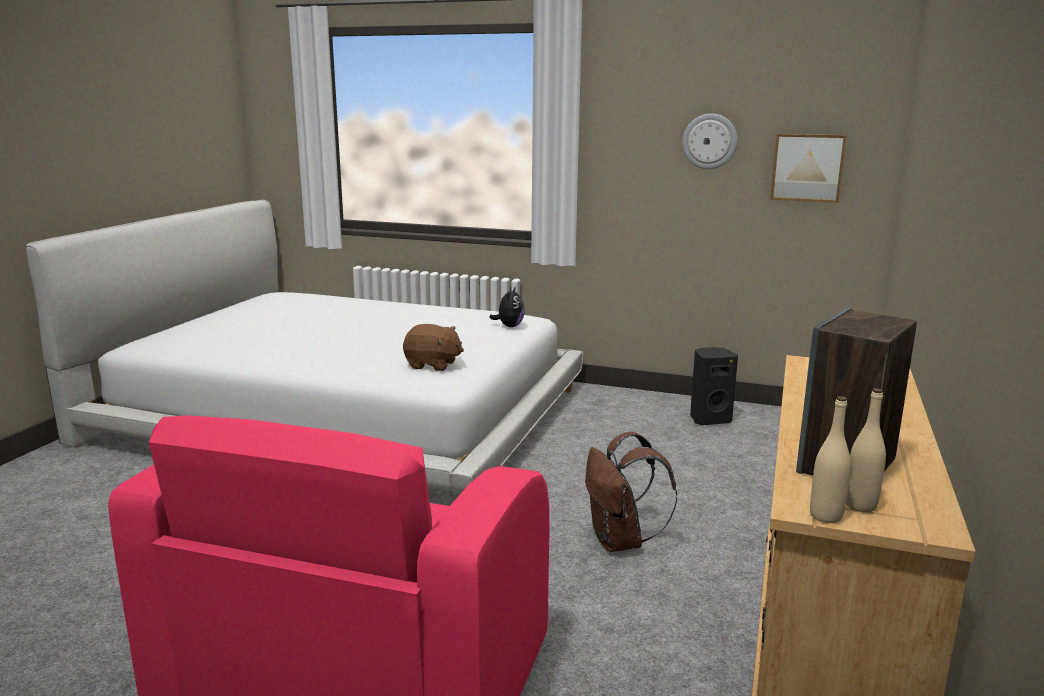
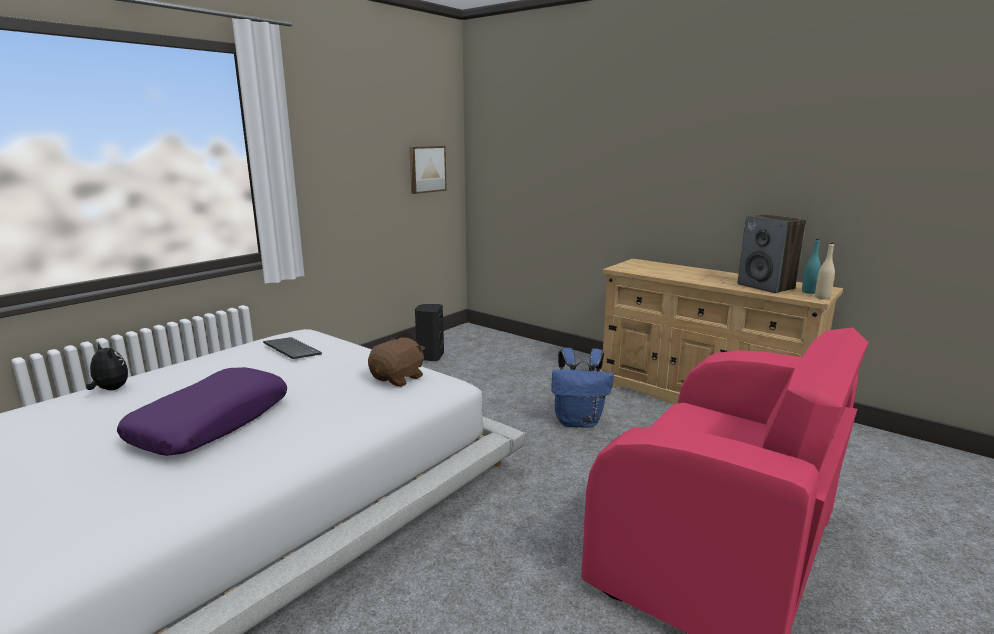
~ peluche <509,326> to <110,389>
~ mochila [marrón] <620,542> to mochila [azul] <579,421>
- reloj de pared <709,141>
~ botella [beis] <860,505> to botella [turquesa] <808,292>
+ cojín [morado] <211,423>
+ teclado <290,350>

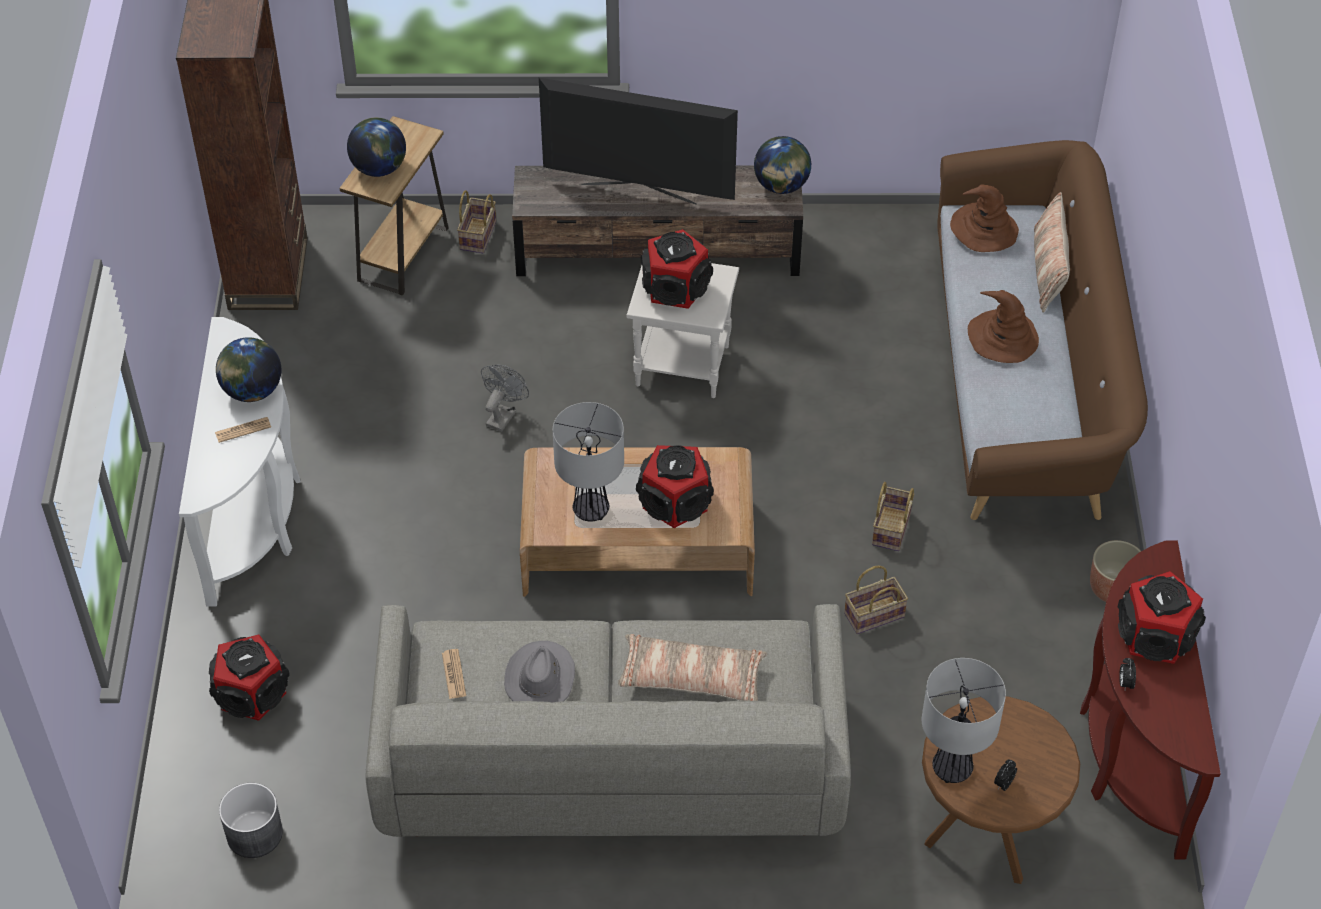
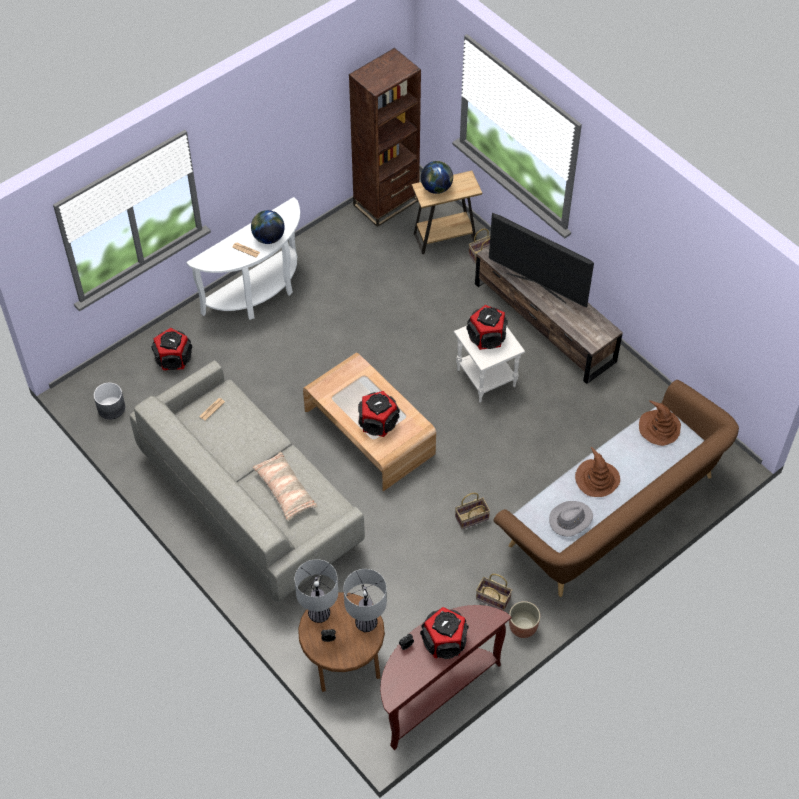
- ventilador [gris] <503,415>
~ sombrero [gris] <540,678> to <570,519>
~ televisor <638,195> = <537,287> 150 degrees clockwise
~ lámpara de mesa <590,510> to <366,623>
- globo terráqueo <781,186>
~ cesta <873,616> to <492,598>
- cojín <1048,269>

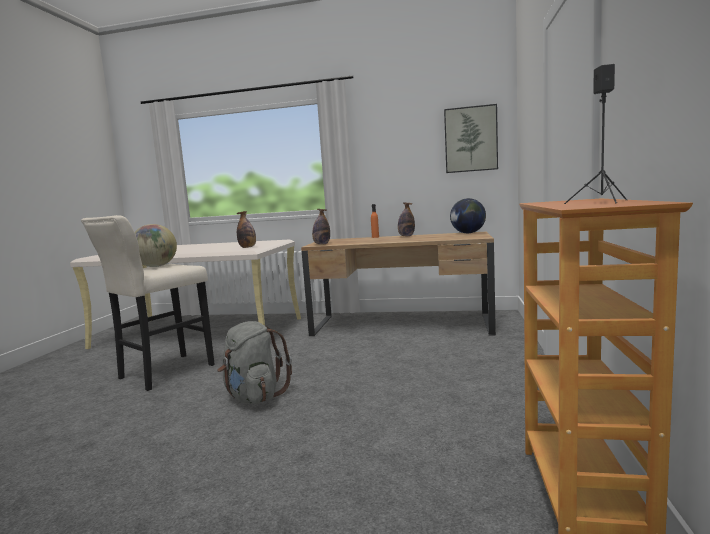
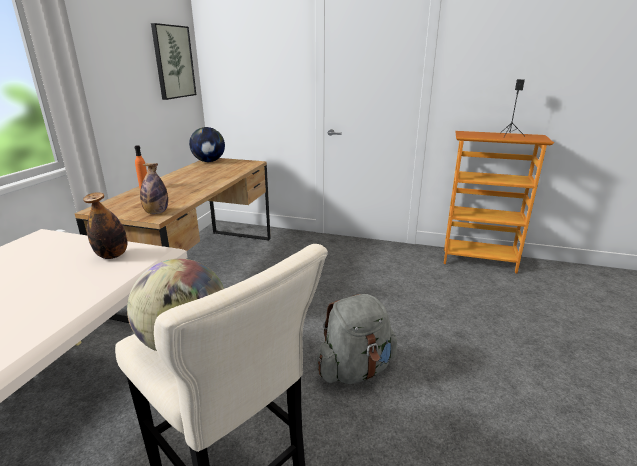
- botella <406,236>

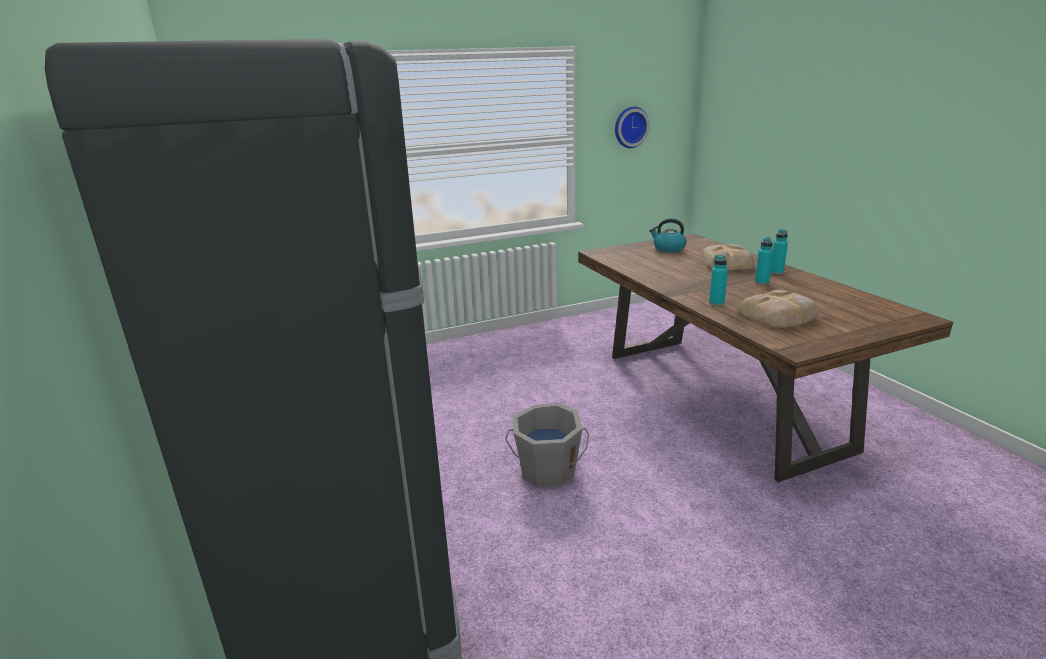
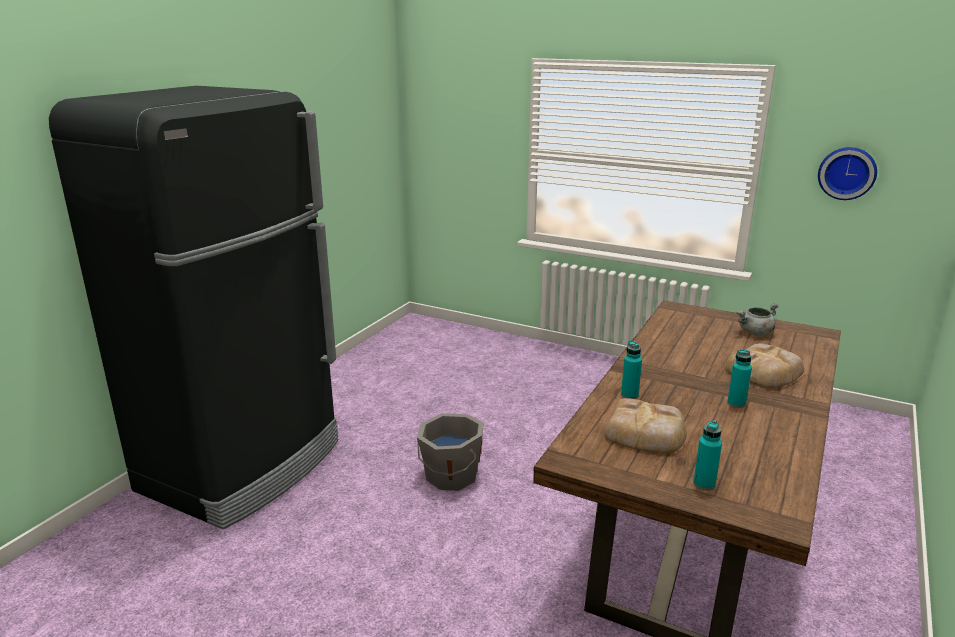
~ hervidor <668,248> to olla [gris] <755,333>
~ botella [turquesa] <776,272> to <704,484>

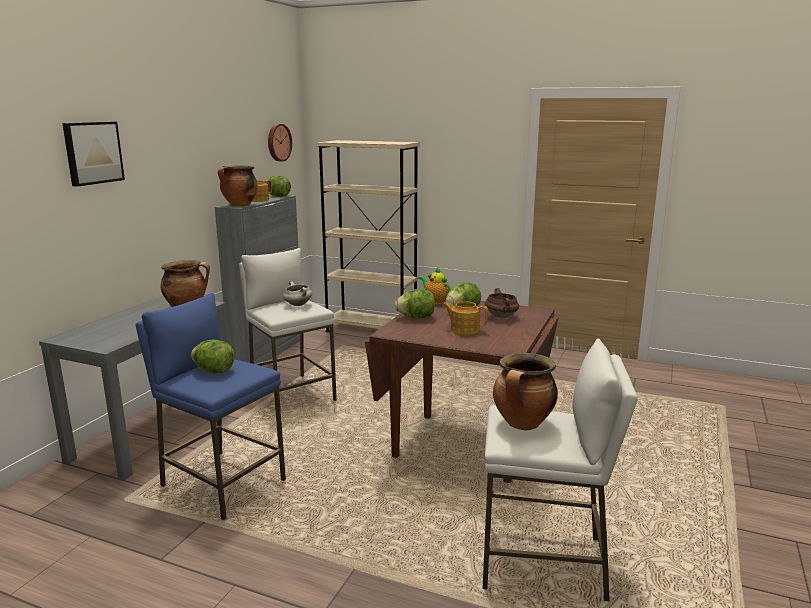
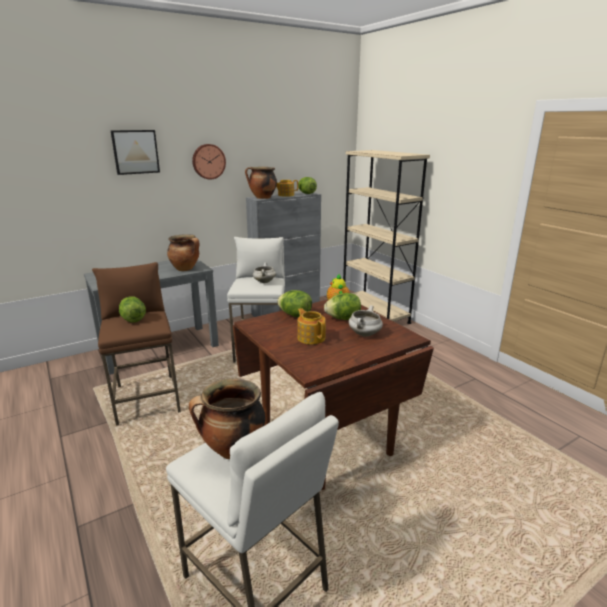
~ taburete [azul] <222,483> to taburete [marrón] <147,399>
~ reloj de pared <278,142> to <208,161>
~ olla [marrón] <502,317> to olla [blanco] <365,334>

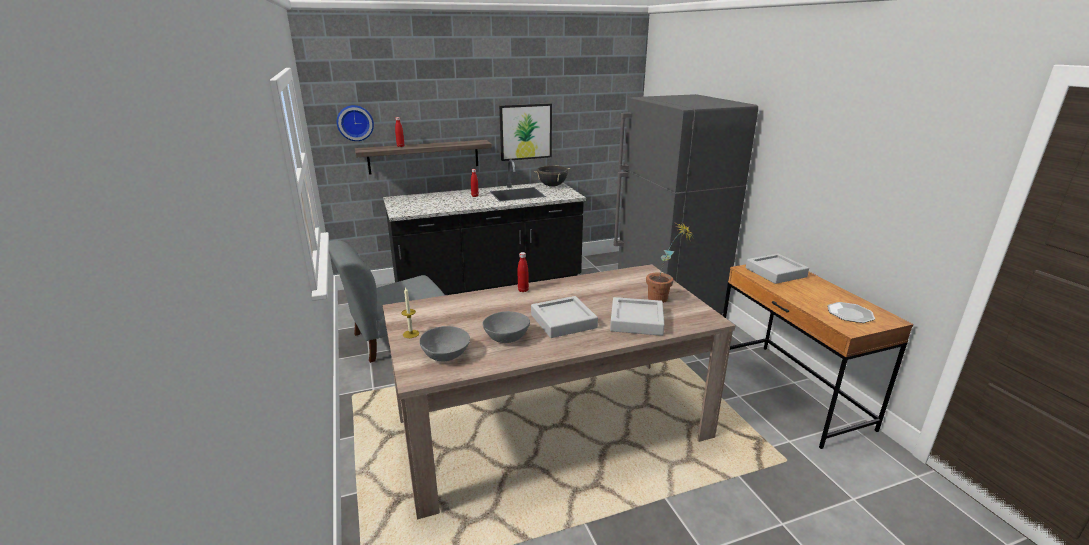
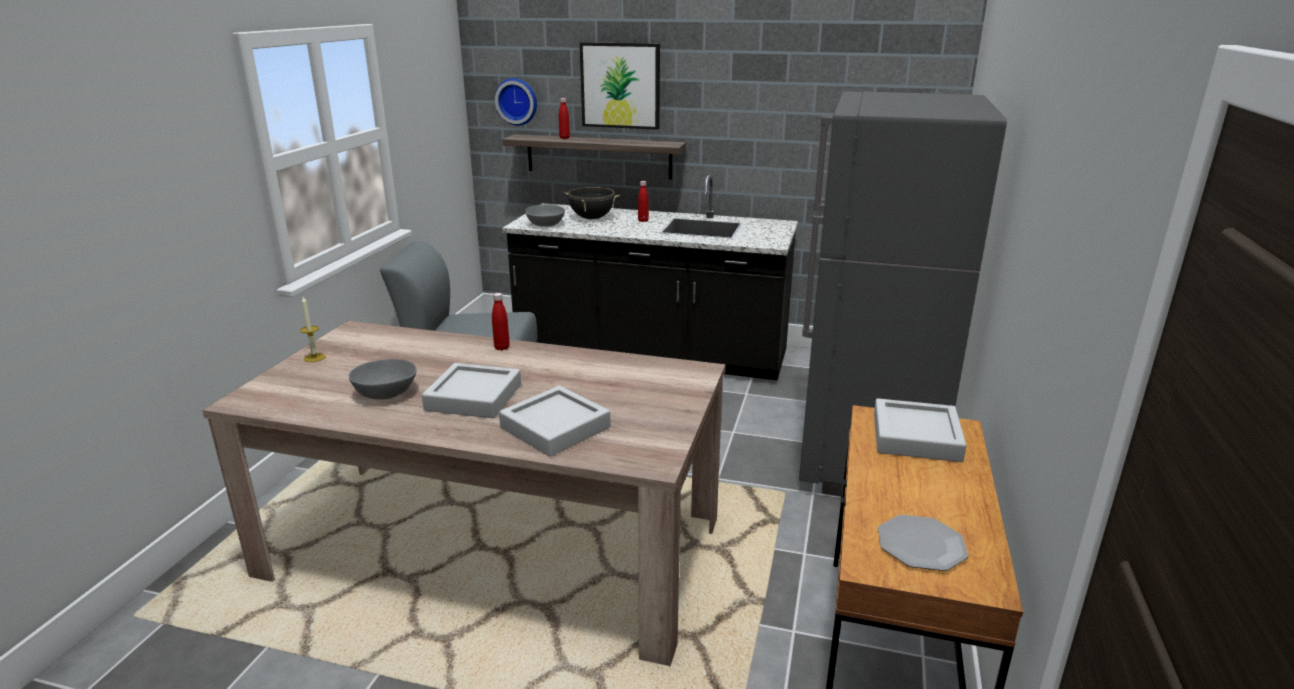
~ cuenco [gris] <446,355> to <546,224>
~ cuadro <525,132> to <620,85>
~ olla [negro] <552,186> to <592,218>
- planta en maceta <663,300>

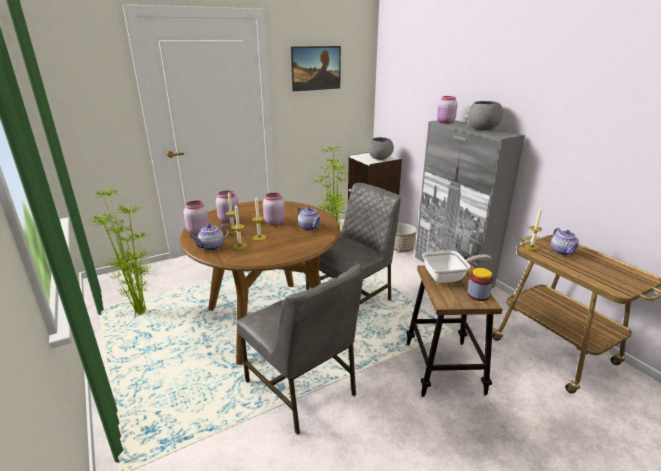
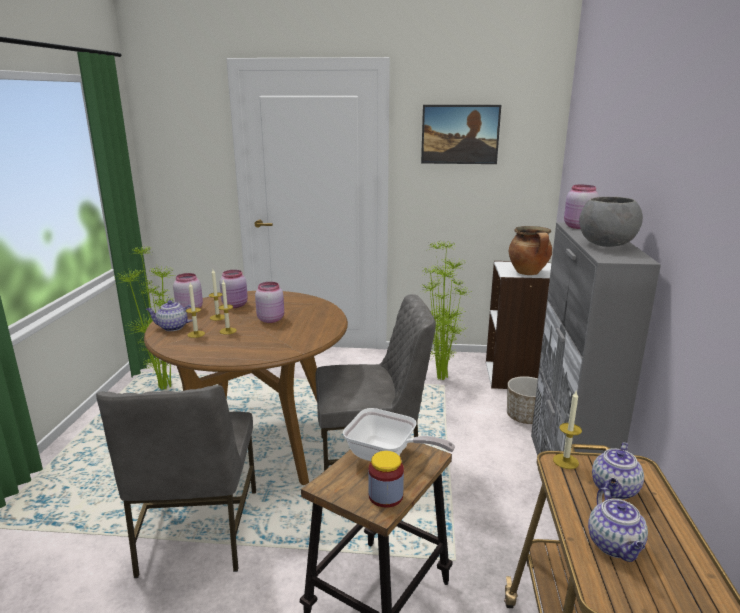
~ tetera <310,227> to <615,546>
~ cuenco [gris] <380,158> to olla <528,273>

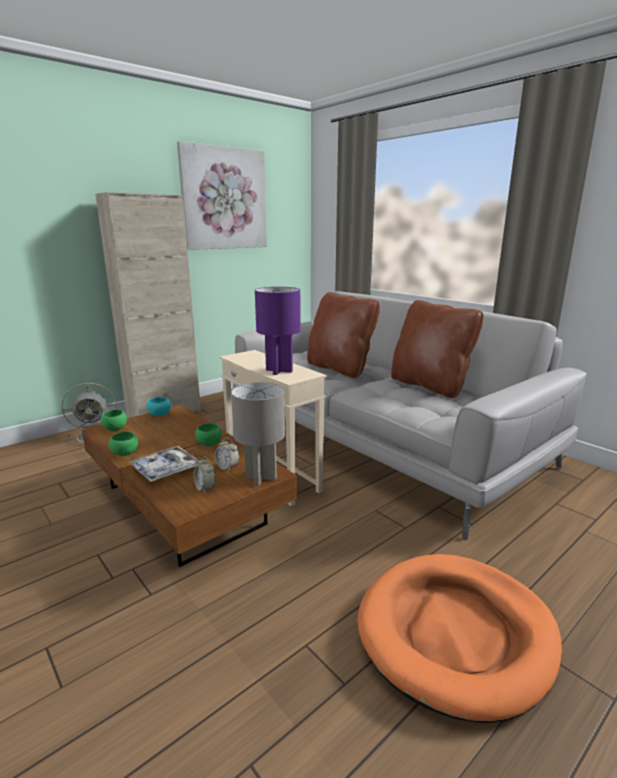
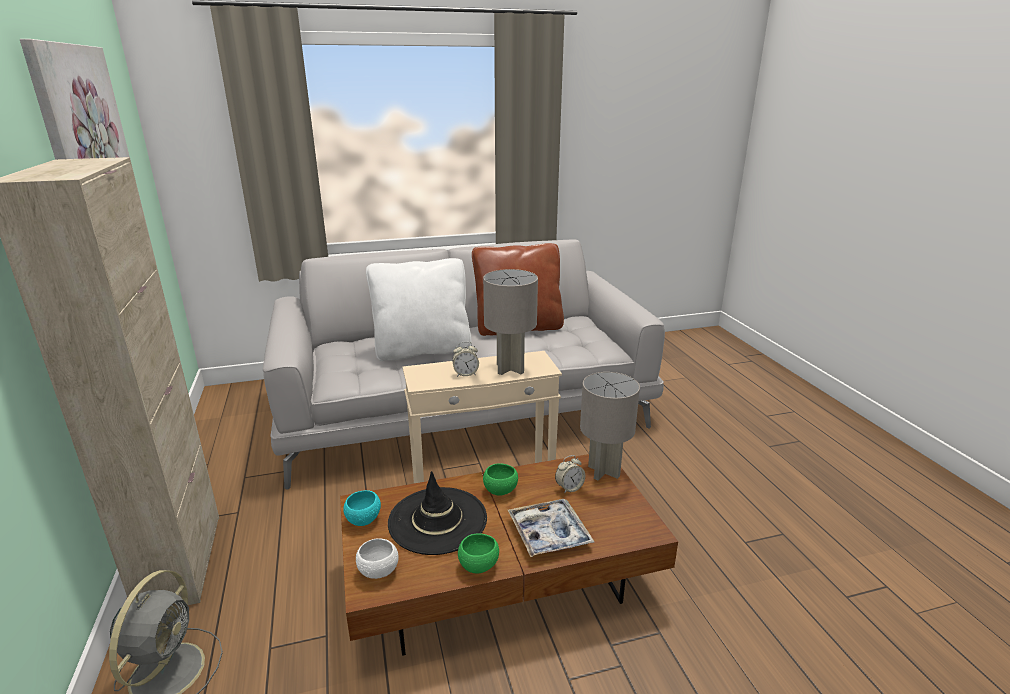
~ cuenco [verde] <115,429> to cuenco [blanco] <378,571>
~ despertador <205,488> to <465,374>
~ lámpara de mesa [morado] <279,371> to lámpara de mesa [gris] <510,368>
~ cojín [marrón] <340,368> to cojín [blanco] <422,350>
- cama para perro [naranja] <456,633>
+ sombrero [negro] <437,520>

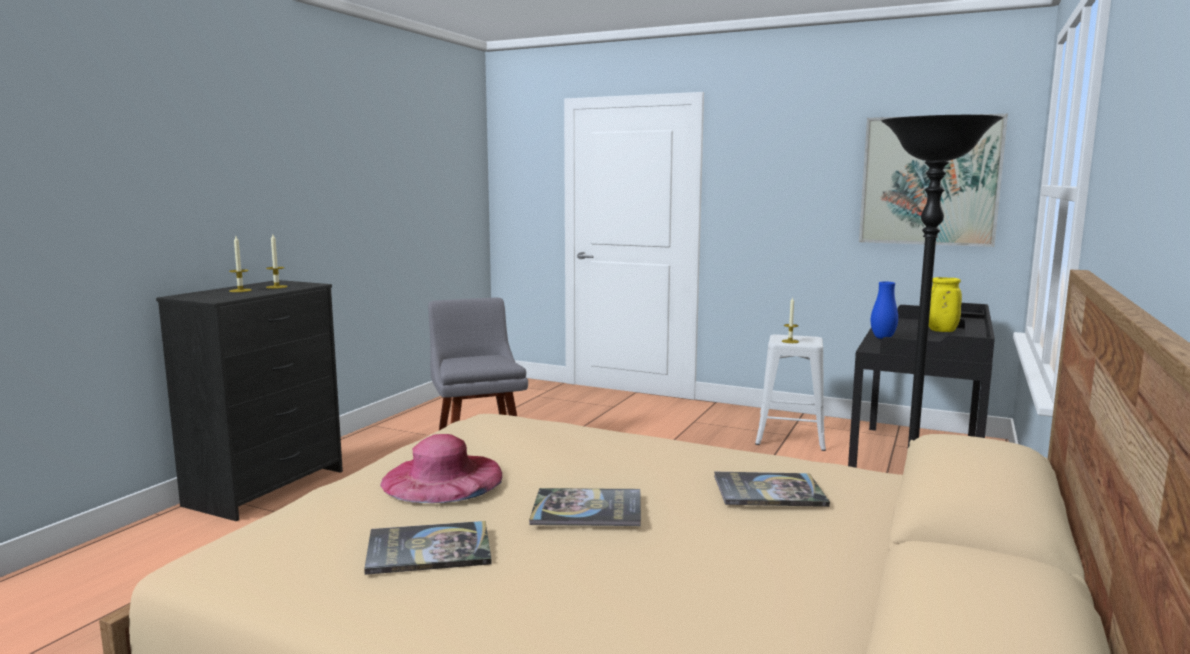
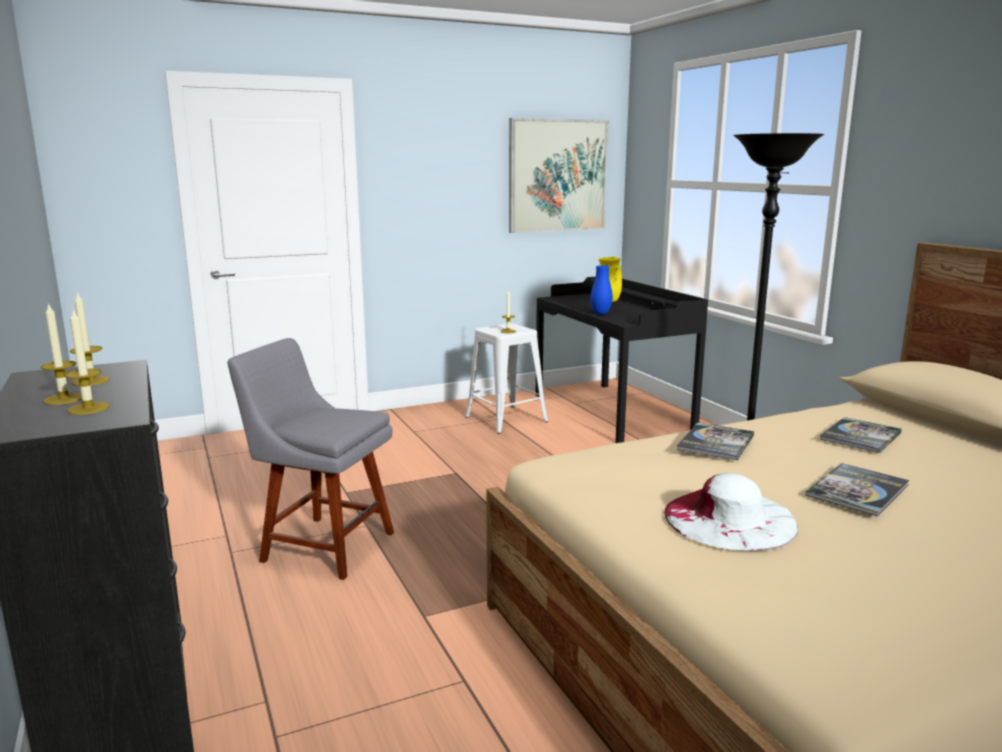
~ libro <429,549> to <716,442>
~ sombrero [rosa] <443,478> to sombrero [blanco] <729,519>
+ vela <88,408>

